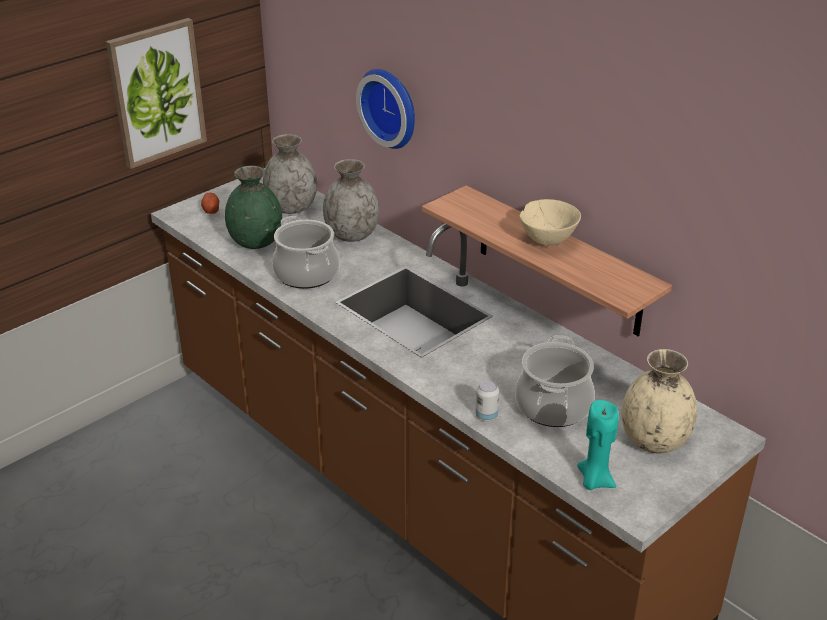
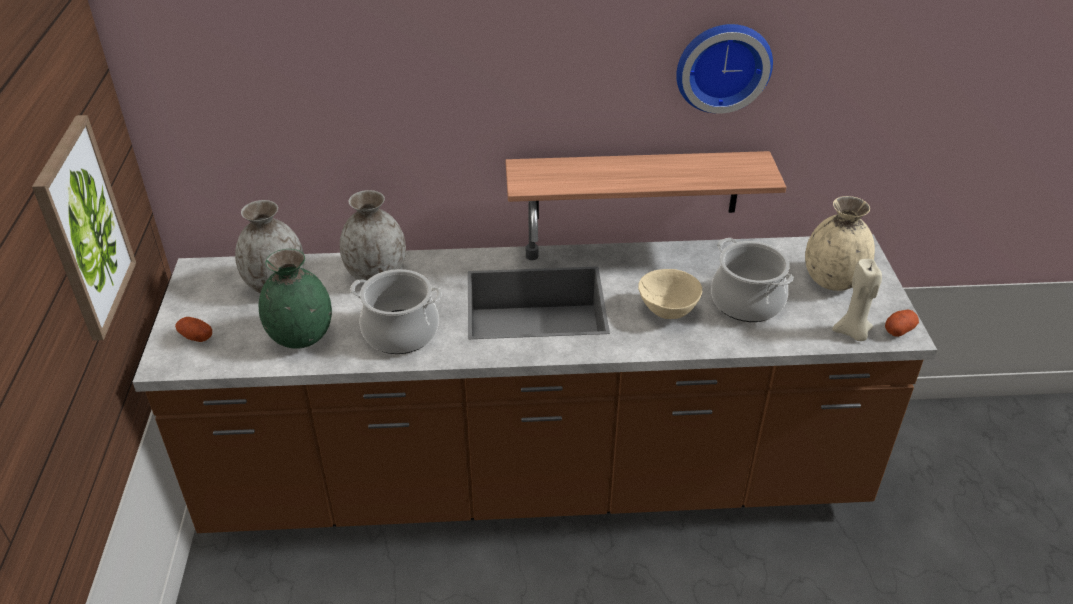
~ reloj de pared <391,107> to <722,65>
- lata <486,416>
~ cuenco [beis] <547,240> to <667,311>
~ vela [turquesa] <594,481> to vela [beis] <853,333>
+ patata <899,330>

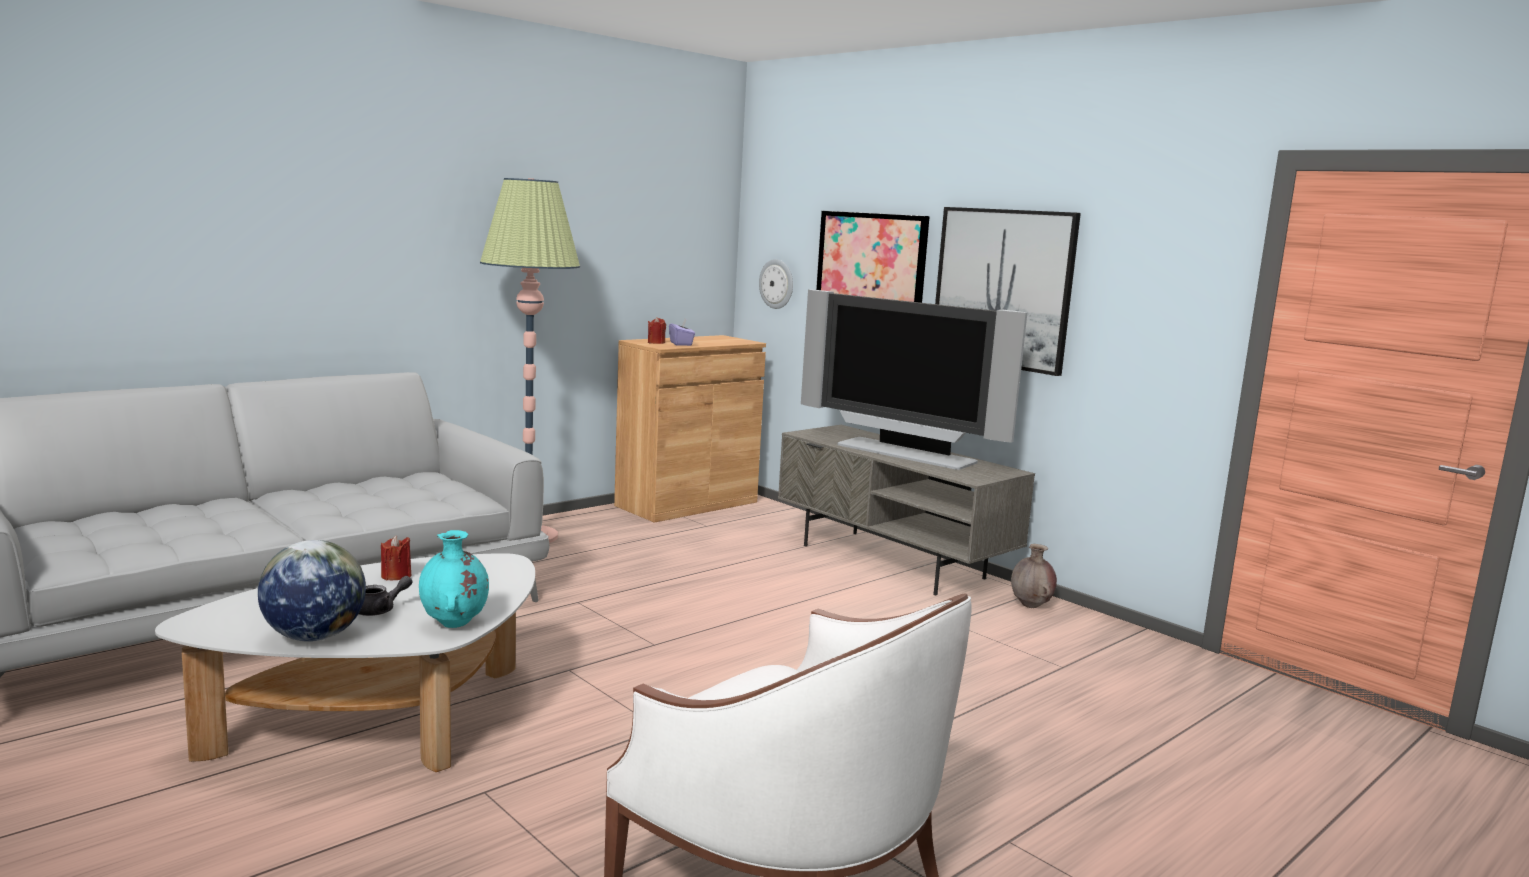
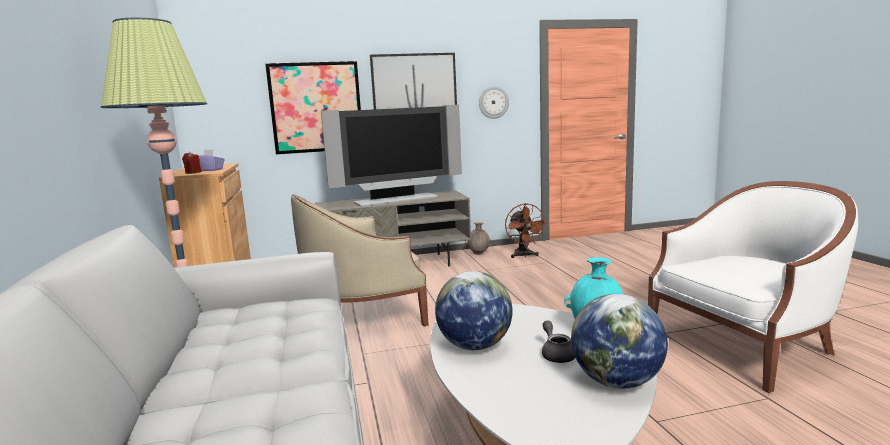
~ vela [rojo] <396,576> to globo terráqueo <474,346>
~ reloj de pared <777,284> to <493,102>
+ sillón [beis] <363,316>
+ ventilador [marrón] <524,256>

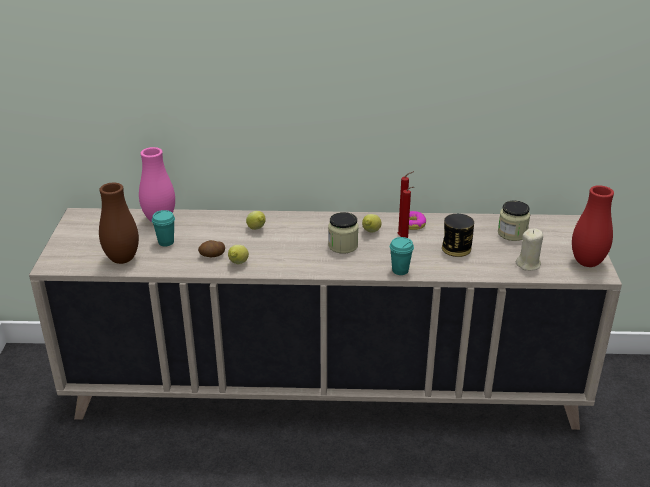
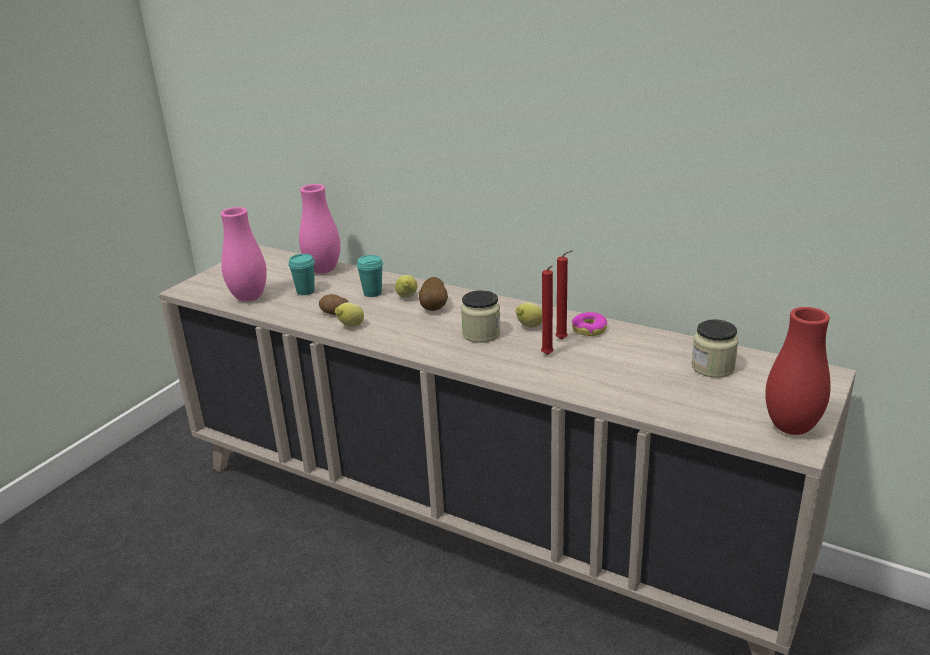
~ florero [marrón] <122,259> to florero [rosa] <249,298>
~ taza [turquesa] <400,270> to <372,293>
- lata <456,248>
- vela [beis] <528,264>
+ patata <434,308>

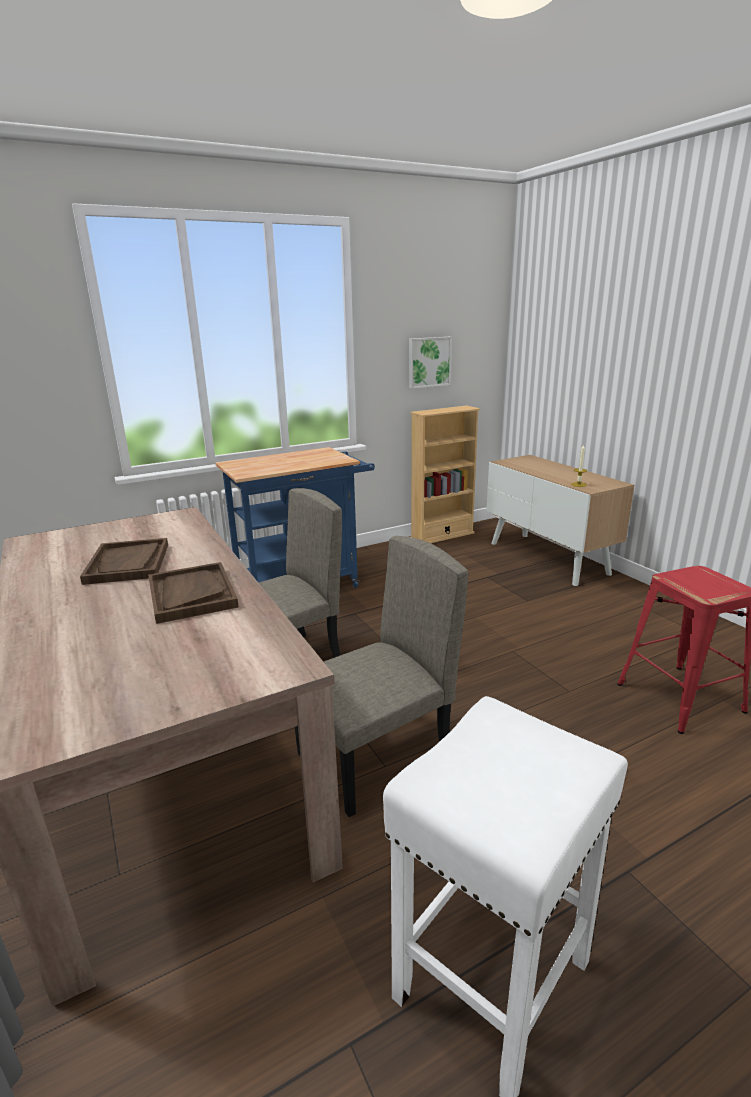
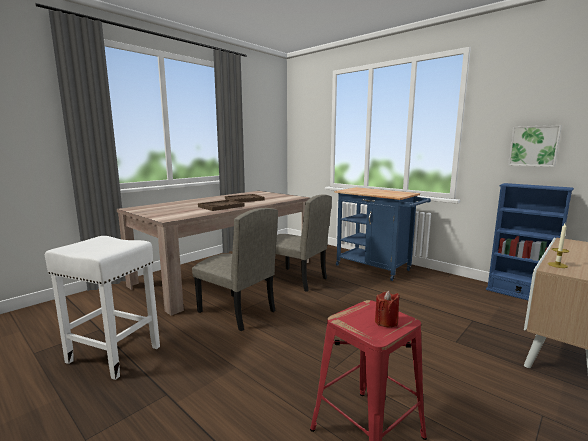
~ estantería [beis] <442,536> to estantería [azul] <518,294>
+ vela [rojo] <386,322>

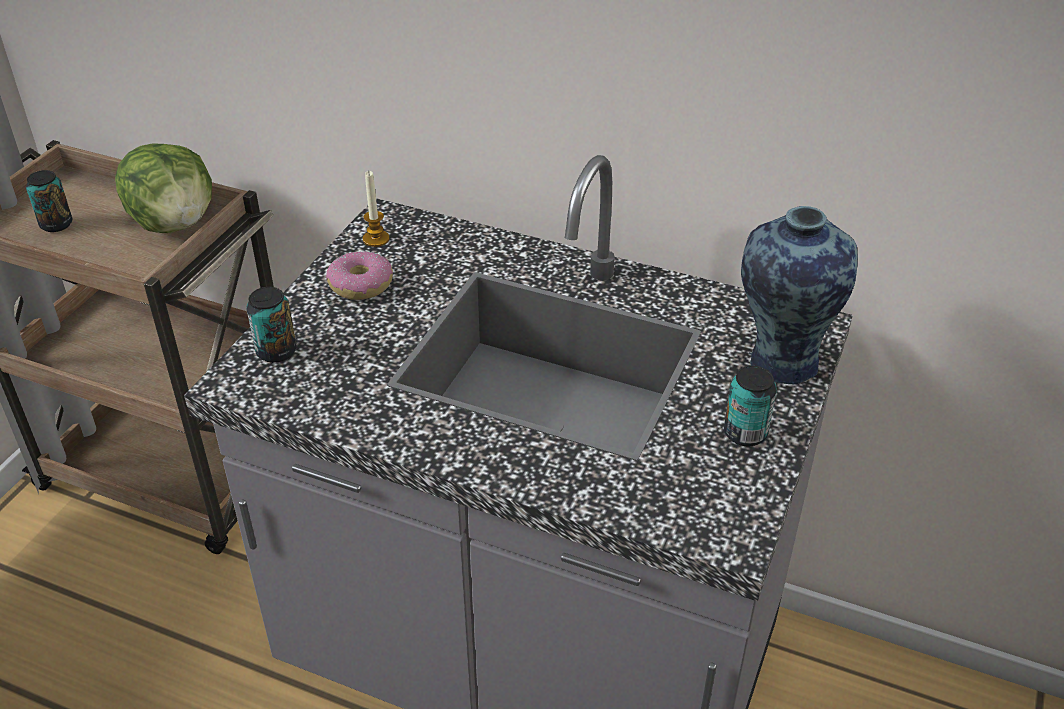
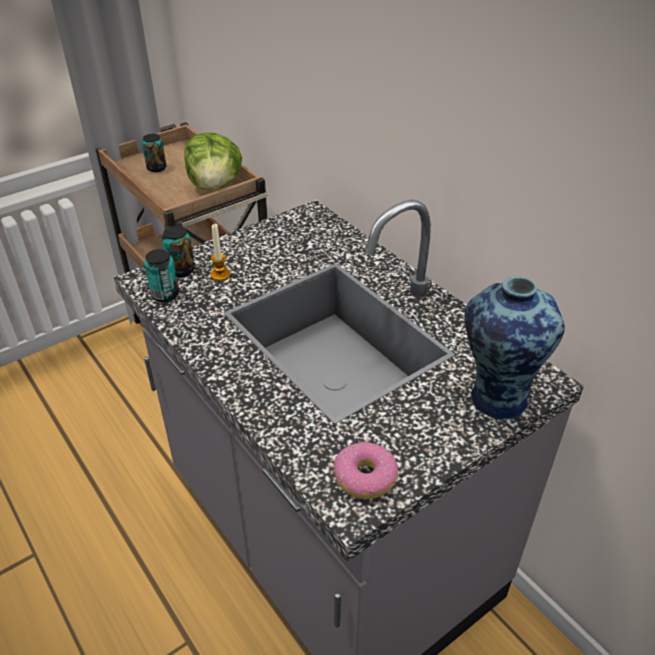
~ rosquilla <361,284> to <365,477>
~ vela <376,239> to <220,274>
~ lata <745,433> to <165,295>

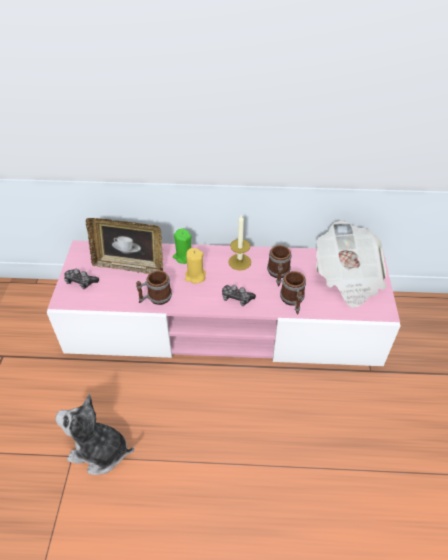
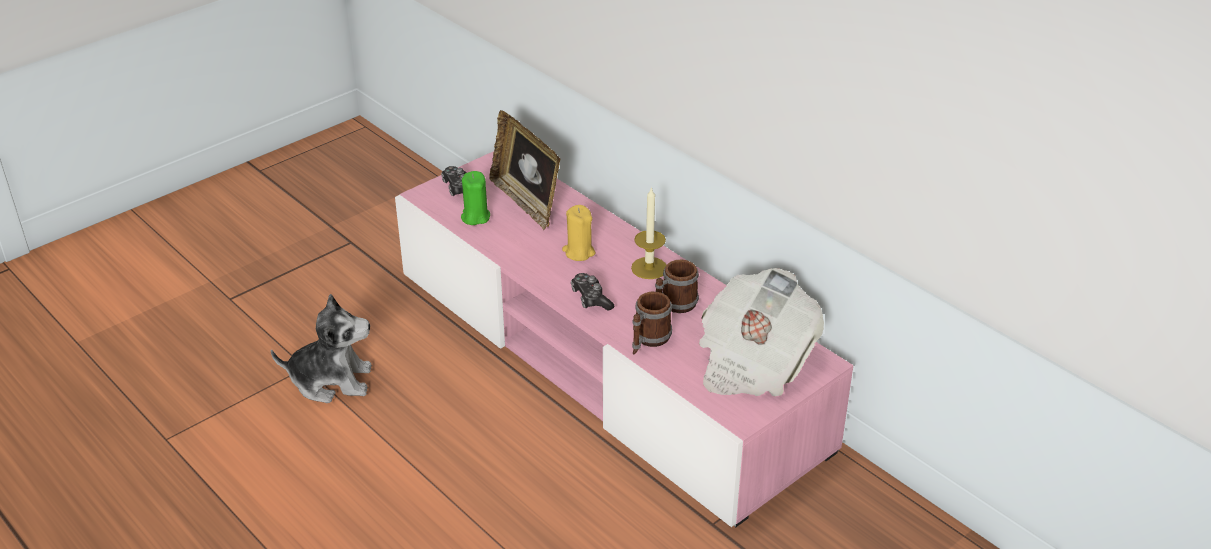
~ peluche <99,451> = <331,381> 120 degrees clockwise
- taza grande <155,298>
~ vela [verde] <183,257> to <475,217>

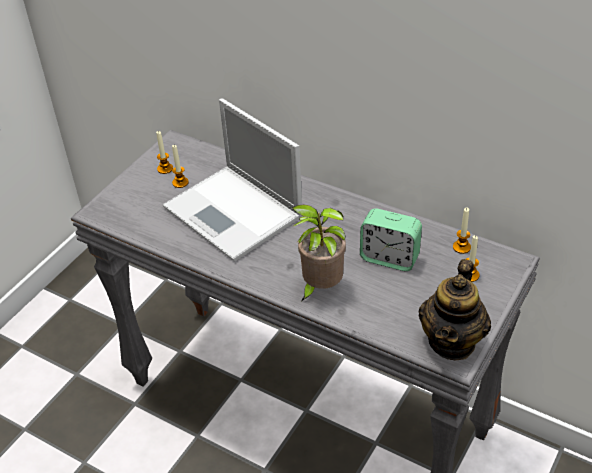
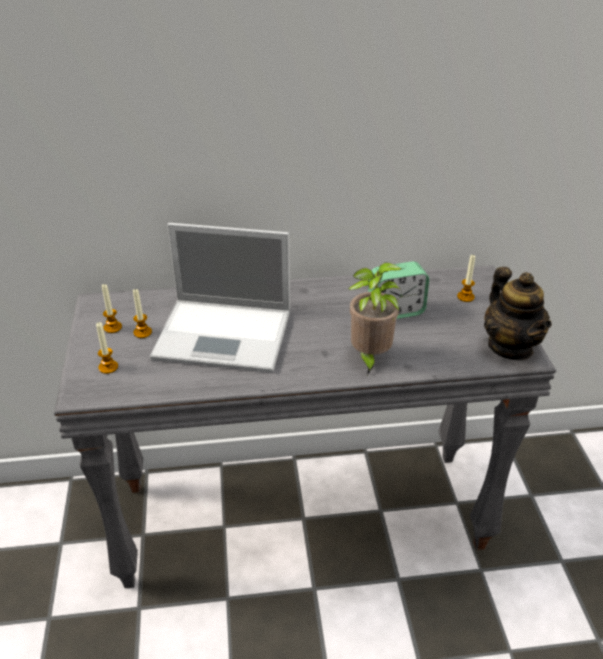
~ vela <461,247> to <108,367>

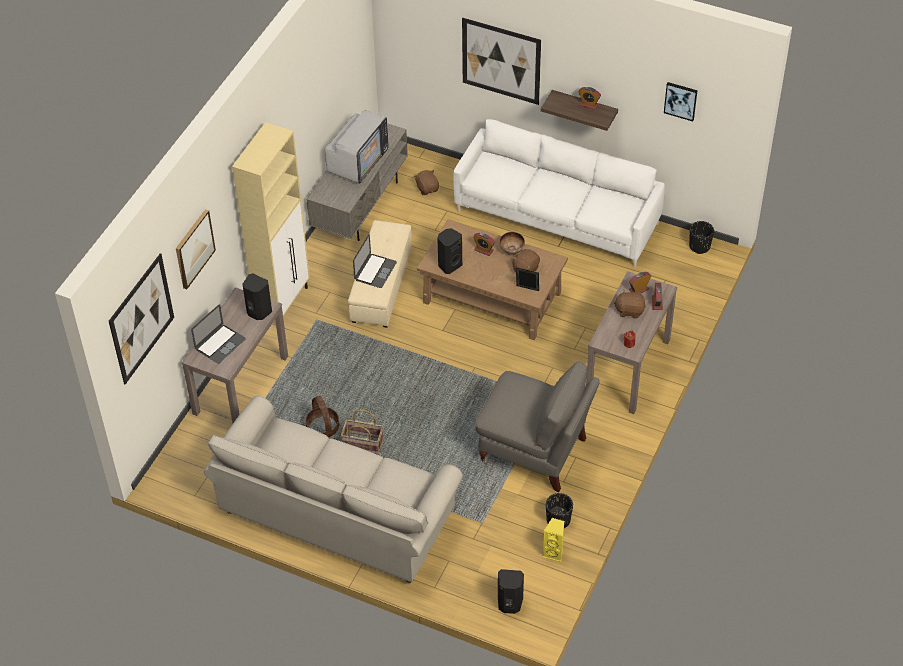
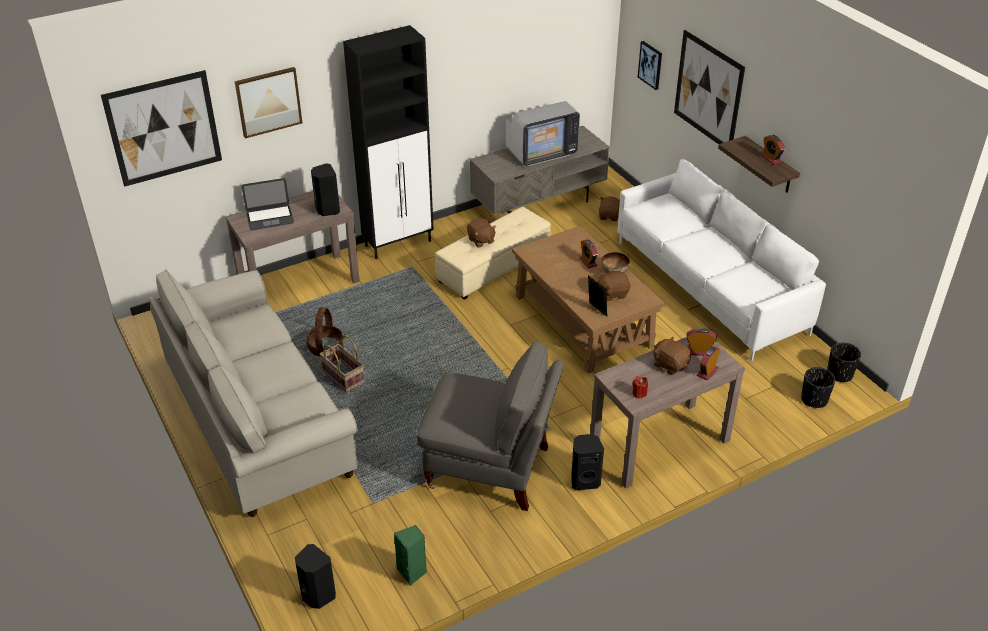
~ armario [beis] <283,303> to armario [negro] <399,243>
~ portátil <375,271> to peluche [marrón] <481,240>
~ altavoz [negro] <449,265> to <584,481>
~ sillón [gris] <535,451> = <490,468> 45 degrees counterclockwise
~ altavoz [amarillo] <554,552> to altavoz [verde] <412,573>
~ maceta [negro] <558,520> to <814,400>
~ cuadro <680,100> to <650,65>

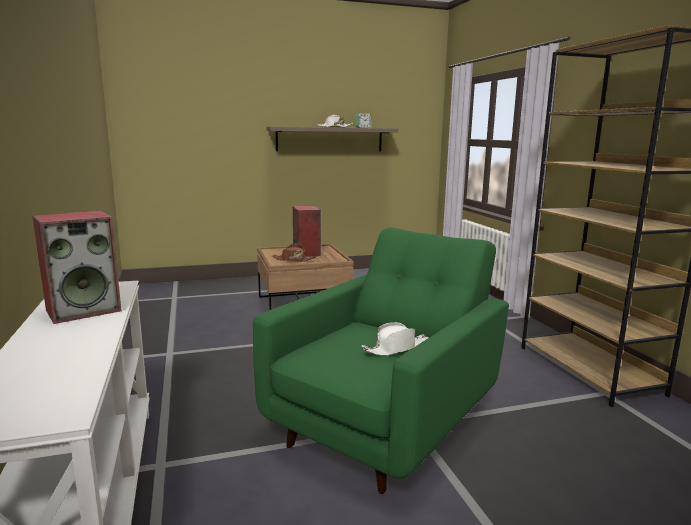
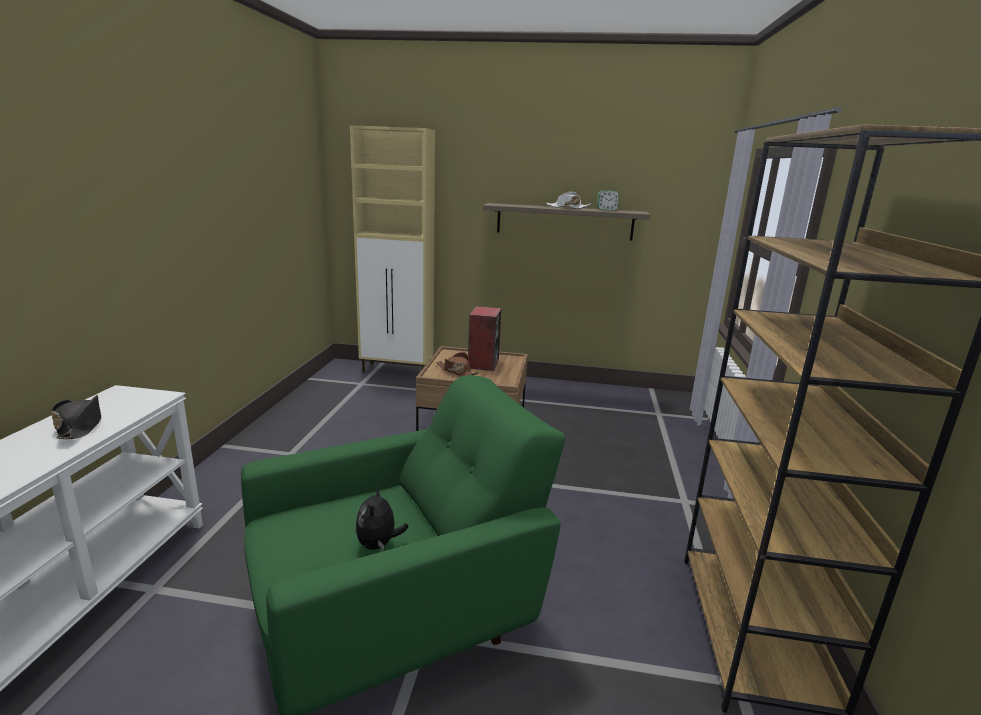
~ altavoz <84,310> to sombrero [negro] <80,426>
~ sombrero [blanco] <396,348> to peluche <379,544>
+ armario [beis] <398,371>

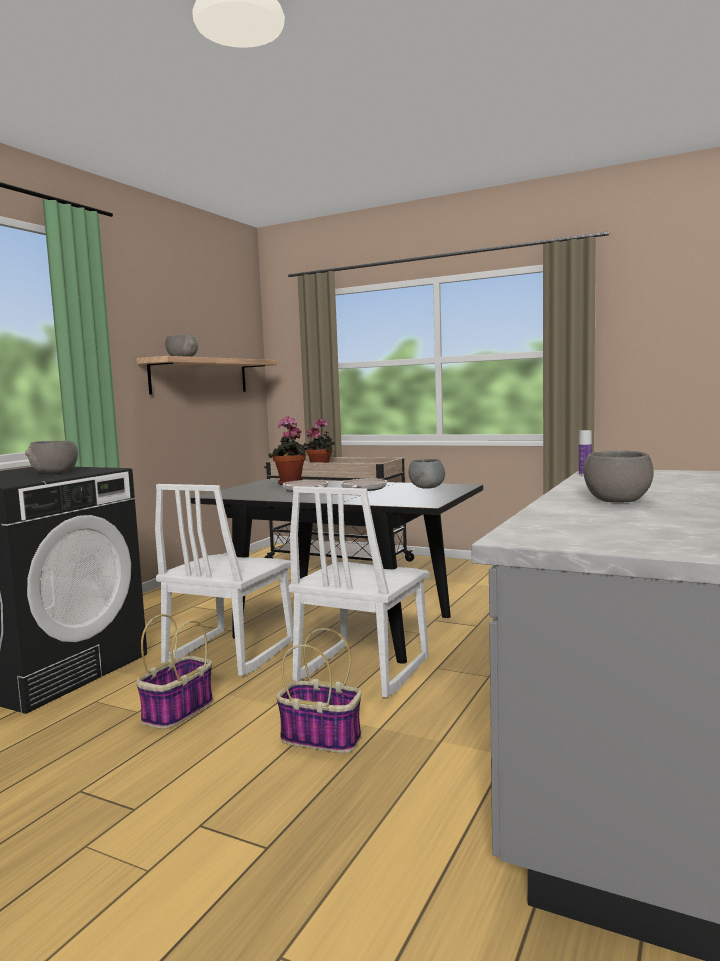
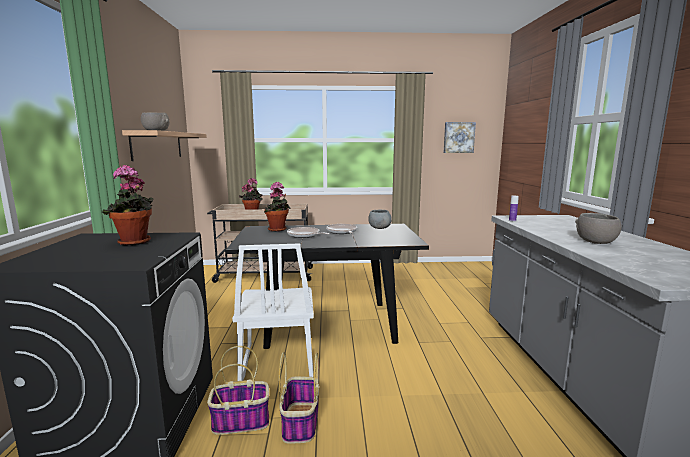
~ cuenco [gris] <54,472> to planta en maceta <135,243>
~ cesta <322,738> to <242,421>
- silla [blanco] <361,670>
+ cuadro <458,137>

